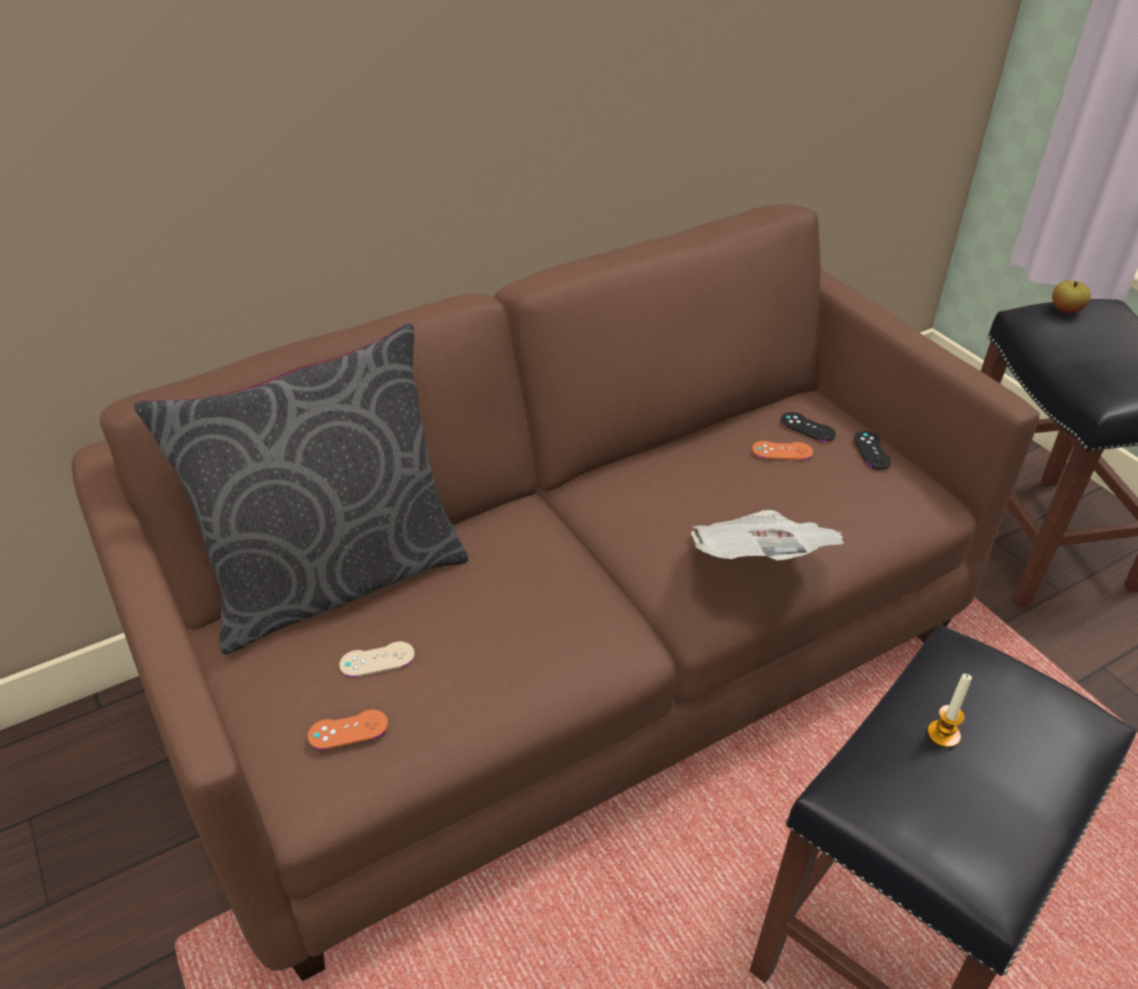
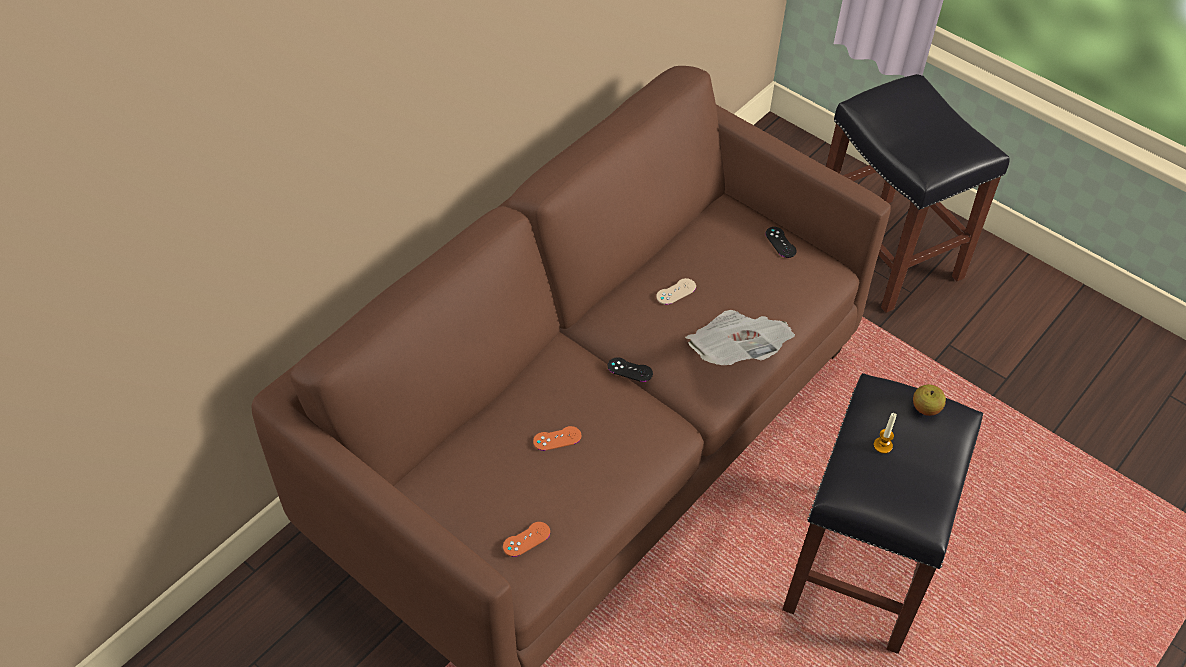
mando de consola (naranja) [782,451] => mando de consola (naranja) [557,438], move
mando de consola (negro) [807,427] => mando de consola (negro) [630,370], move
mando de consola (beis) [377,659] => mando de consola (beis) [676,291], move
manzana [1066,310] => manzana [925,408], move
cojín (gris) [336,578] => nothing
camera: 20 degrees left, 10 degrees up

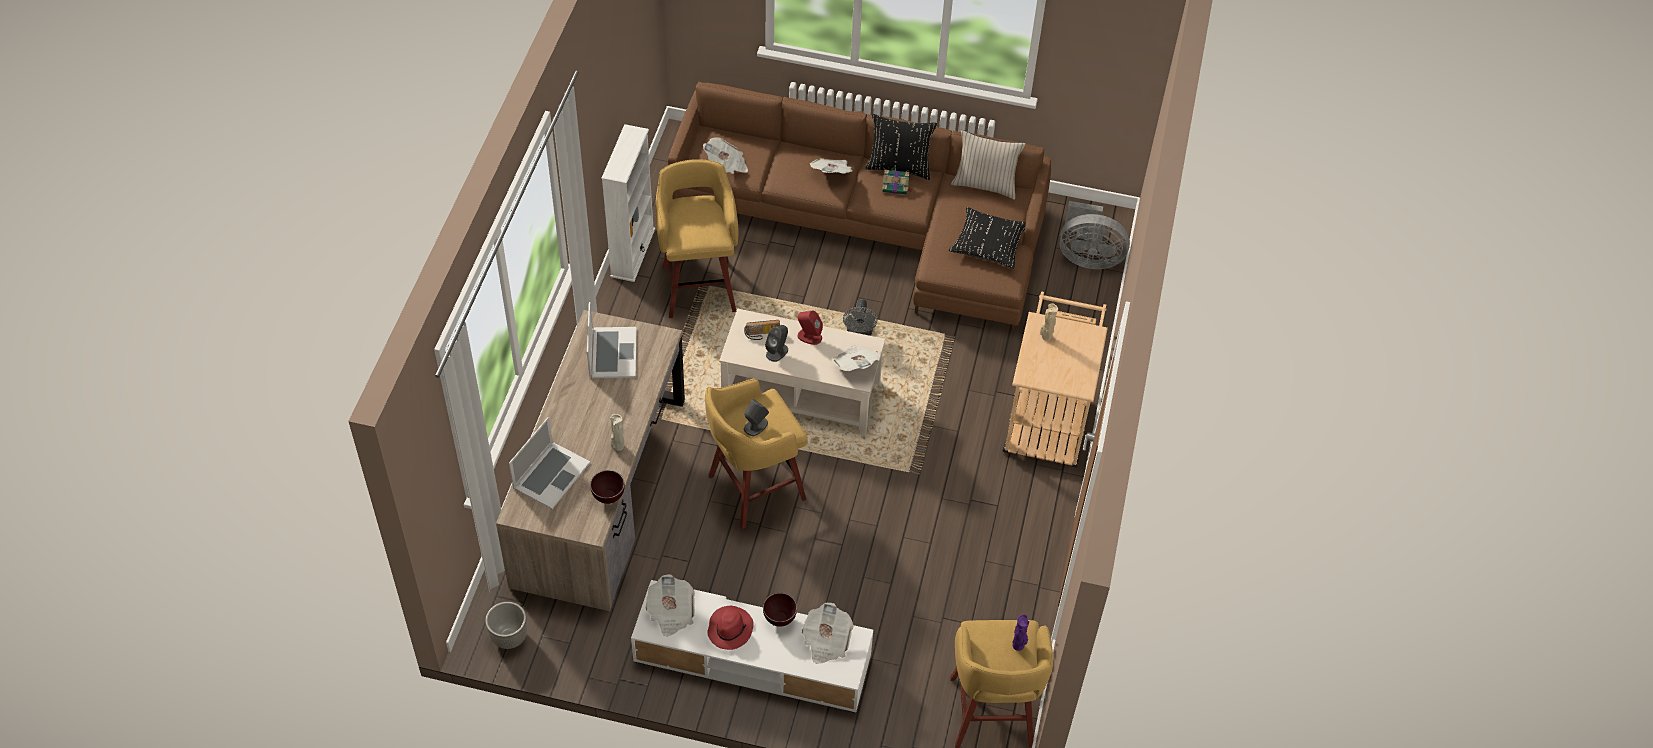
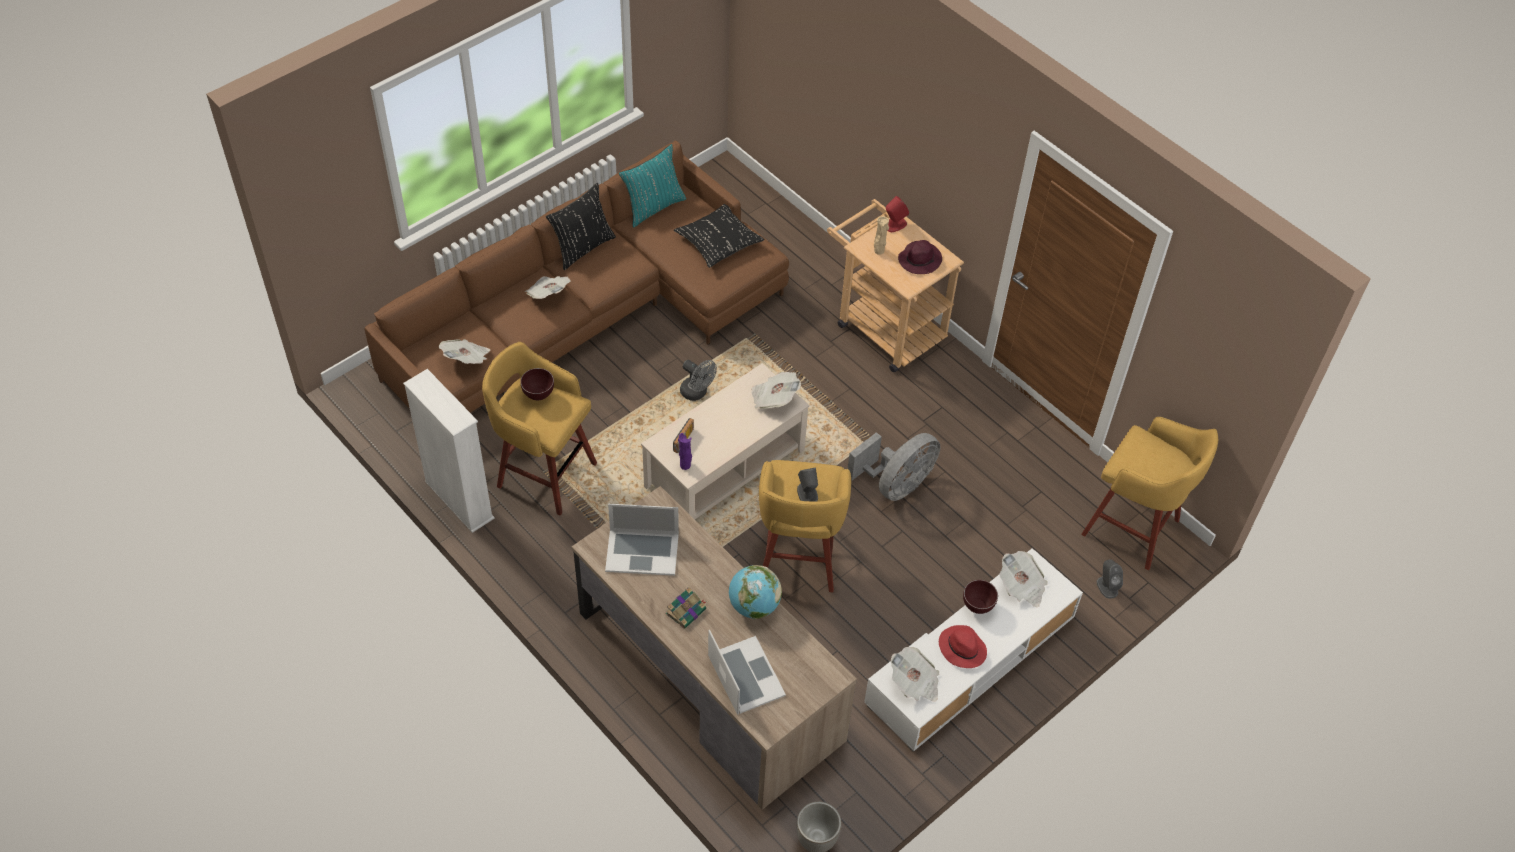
cuenco (marrón) [608,498] => cuenco (marrón) [539,396], move
portátil [612,353] => portátil [642,551], 150 degrees clockwise
cojín (beis) [985,184] => cojín (turquesa) [653,207]
libro [896,186] => libro [686,611], move
florero (morado) [1019,645] => florero (morado) [685,465], move
florero (beis) [618,447] => globo terráqueo [754,606]
ventilador (gris) [1087,257] => ventilador (gris) [896,484], move
altavoz (rojo) [809,336] => altavoz (rojo) [894,224], move
nothing => sombrero (morado) [920,259]
altavoz (gris) [777,352] => altavoz (gris) [1107,586], move
camera: 55 degrees left, 0 degrees up

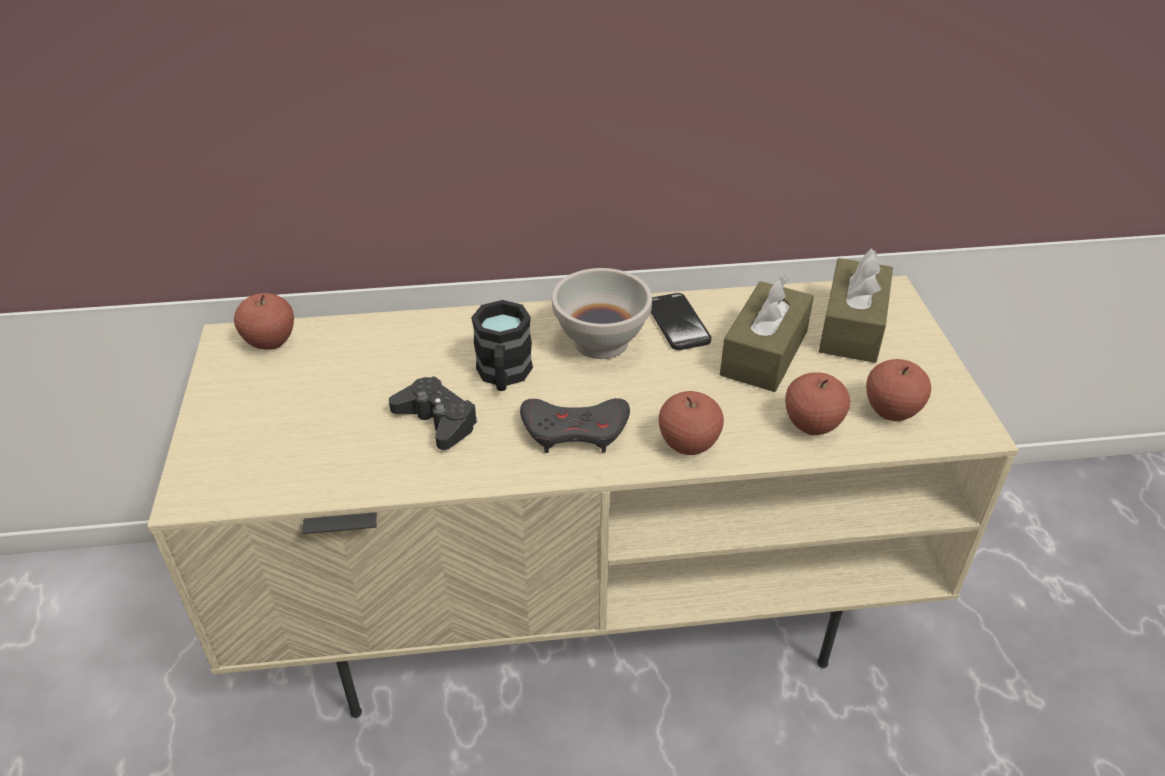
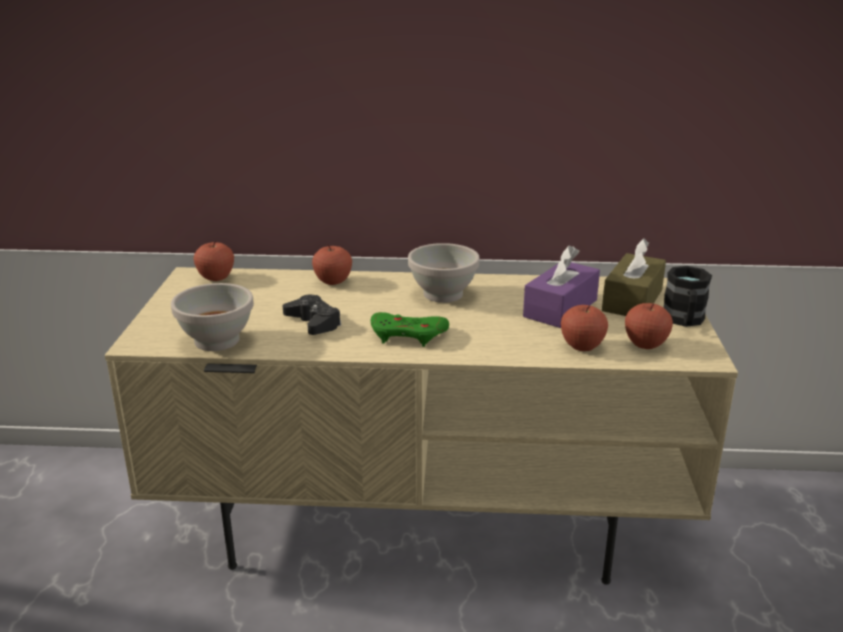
nothing => cuenco (blanco) [218,341]
manzana [688,444] => manzana [333,281], move
mando de consola (gris) [575,430] => mando de consola (verde) [408,335]
caja de pañuelos (marrón) [764,353] => caja de pañuelos (morado) [560,308]
taza grande (negro) [503,376] => taza grande (negro) [684,321], move
móvil [678,323] => nothing
camera: 10 degrees right, 15 degrees down

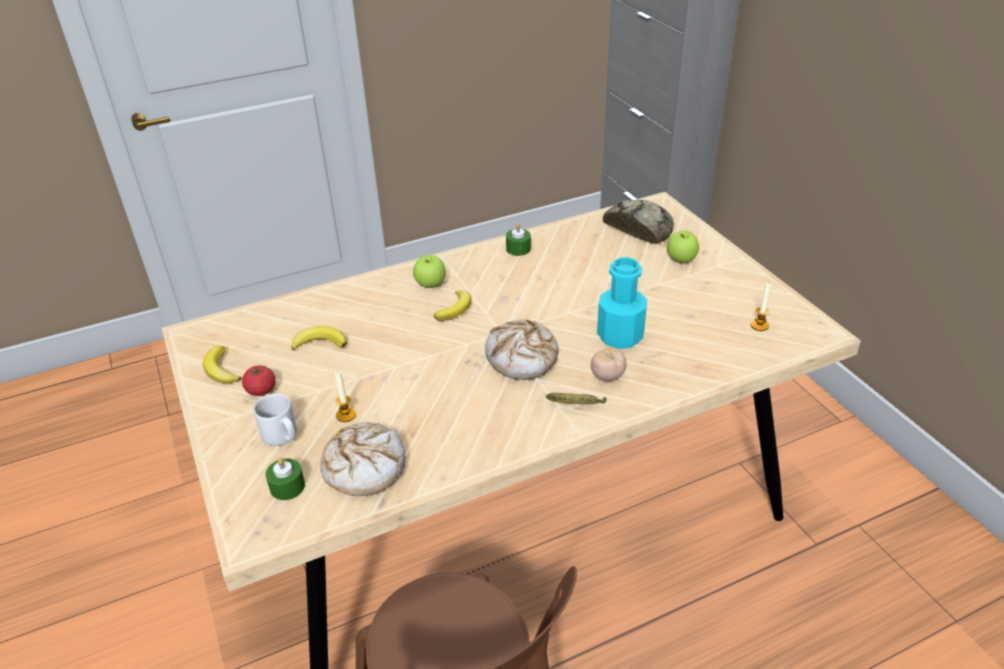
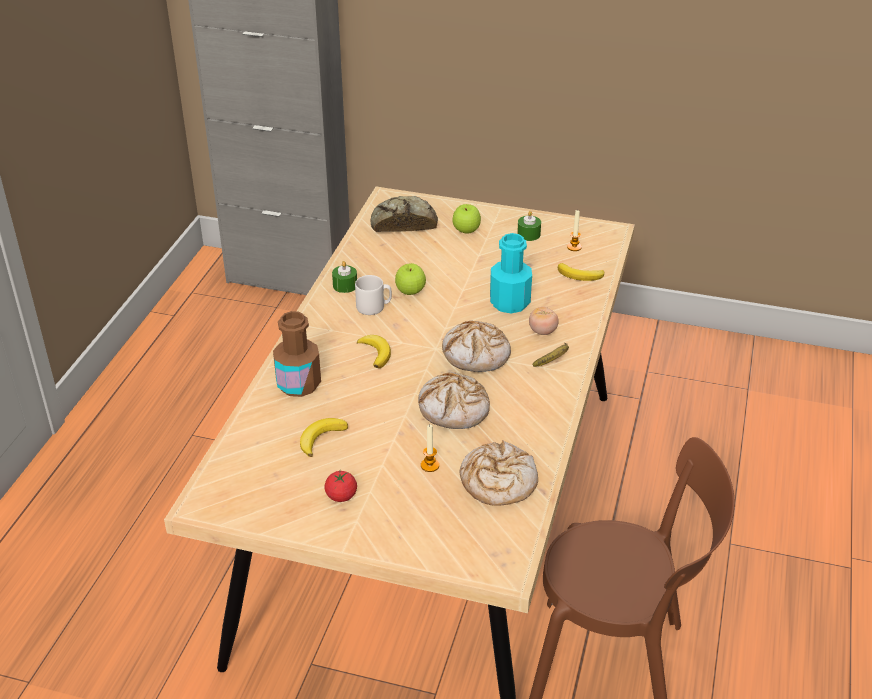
nothing => botella (marrón) [299,384]
taza grande (gris) [282,436] => taza grande (gris) [374,307], move
manzana [430,285] => manzana [410,292], move
nothing => pan [454,409]
vela (verde) [287,486] => vela (verde) [528,234], move
plátano [221,370] => plátano [580,276], move
camera: 50 degrees left, 0 degrees up

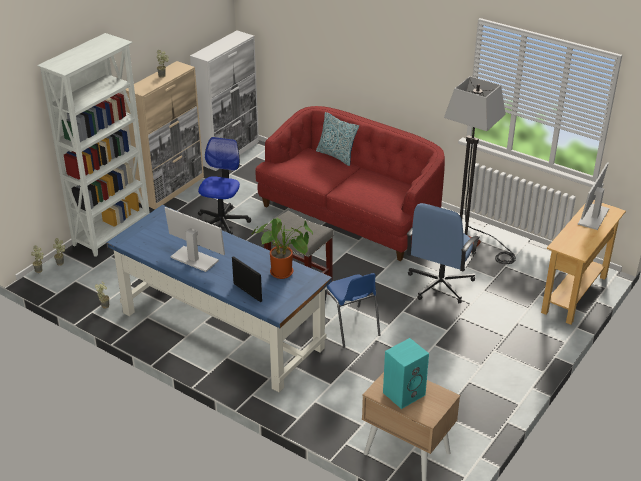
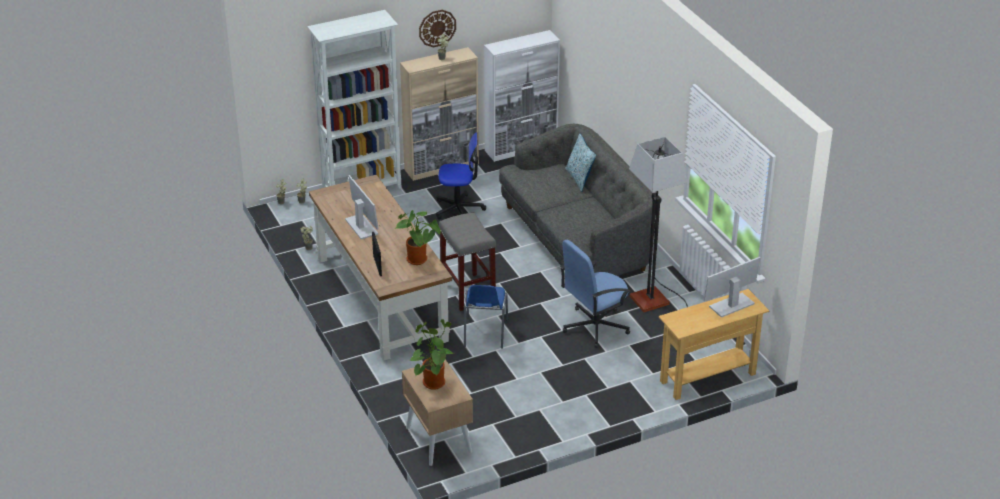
escritorio (azul) [220,330] => escritorio (marrón) [380,298]
altavoz (turquesa) [404,393] => planta en maceta [432,381]
nothing => reloj de pared [437,28]
silla de oficina [222,222] => silla de oficina [459,210], 45 degrees clockwise
sofá (rojo) [350,215] => sofá (gris) [576,240]
camera: 30 degrees right, 0 degrees up

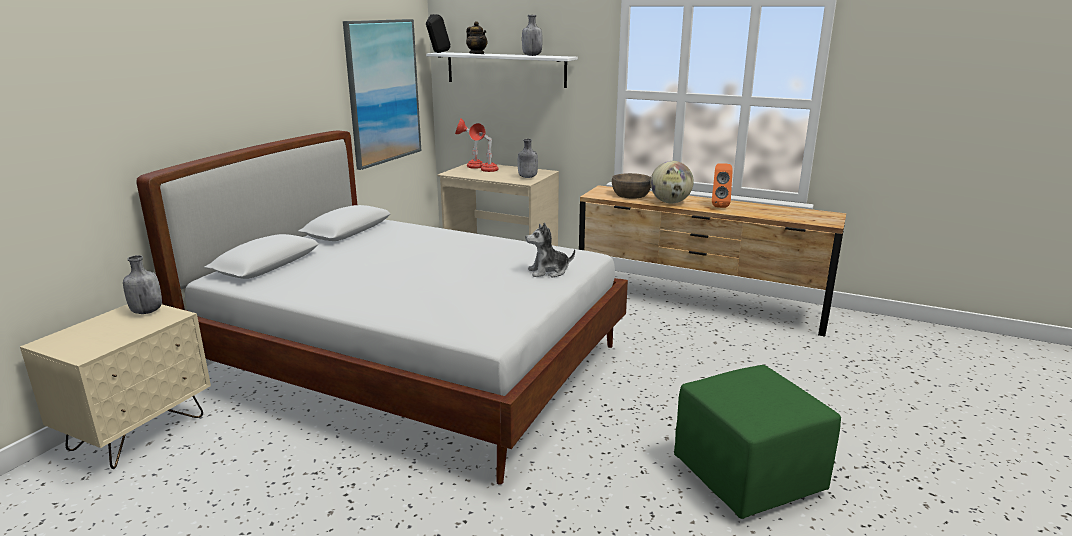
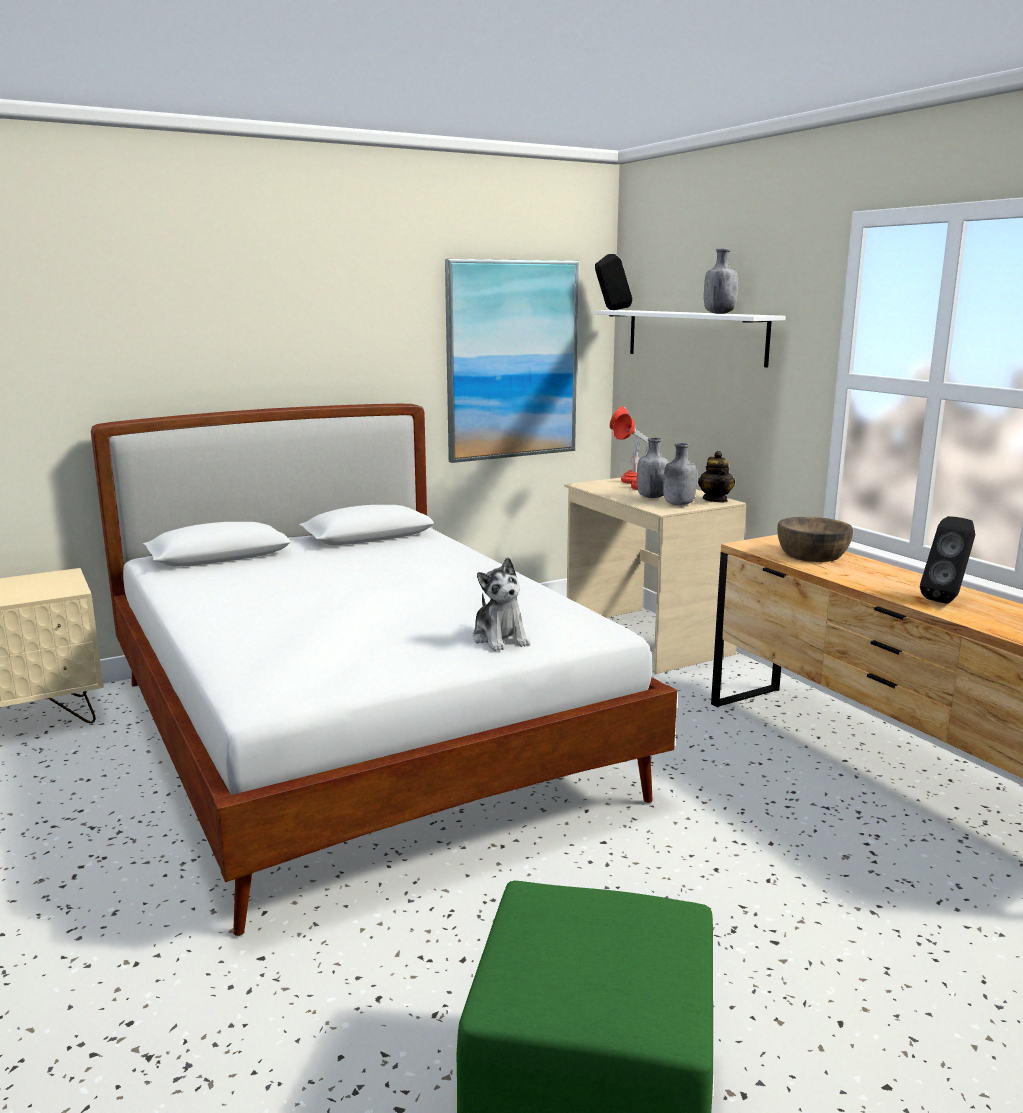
peluche [548,271] => peluche [500,639], 135 degrees counterclockwise
botella (gris) [146,311] => botella (gris) [651,497], move
tetera [477,54] => tetera [715,500], move
altavoz (naranja) [719,206] => altavoz (negro) [947,599]
globo terráqueo [670,202] => nothing
camera: 35 degrees right, 5 degrees down

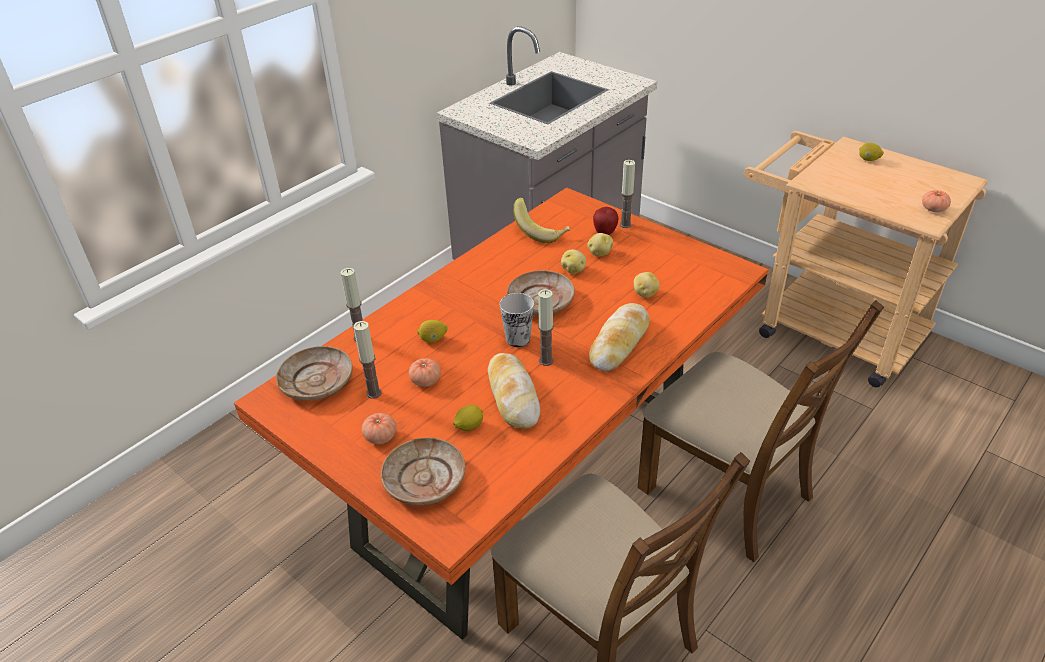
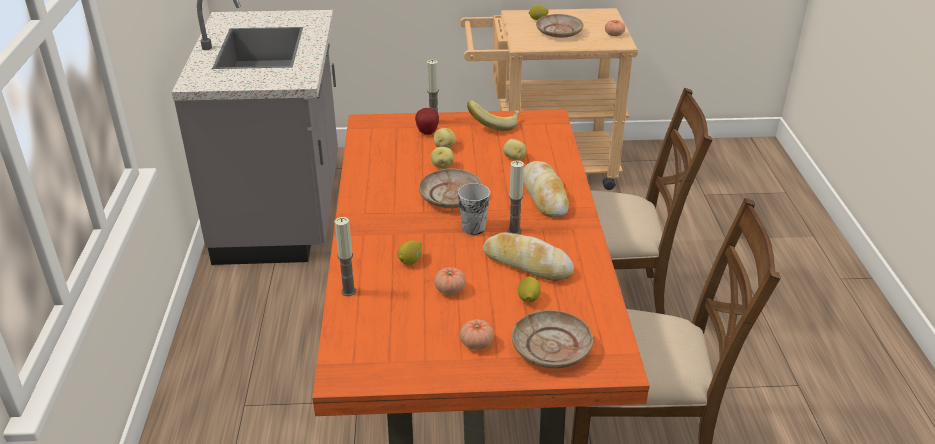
plátano [541,232] => plátano [494,125], move
plato (beis) [317,381] => plato (beis) [559,32], move
vela [373,393] => nothing
camera: 45 degrees left, 5 degrees down

